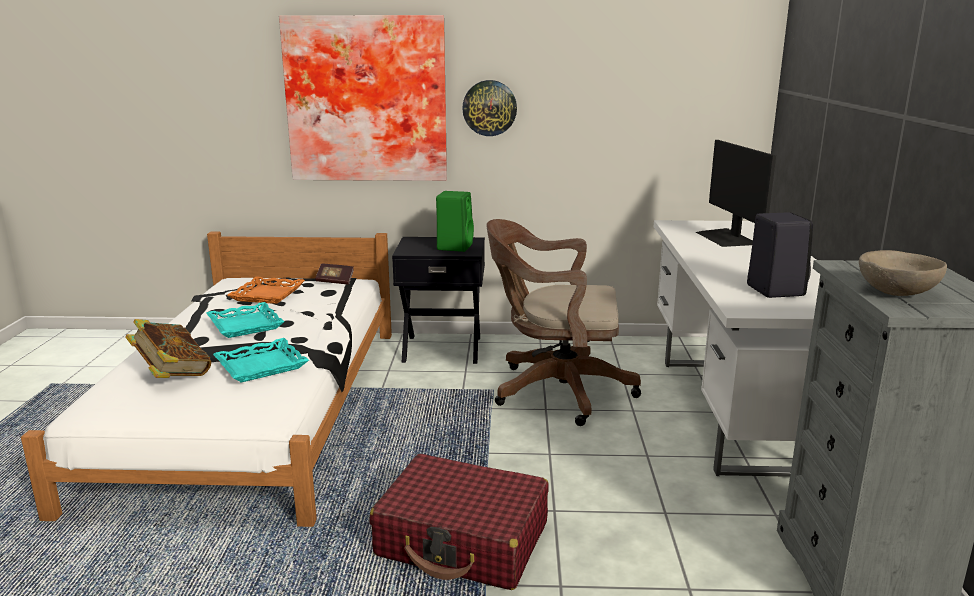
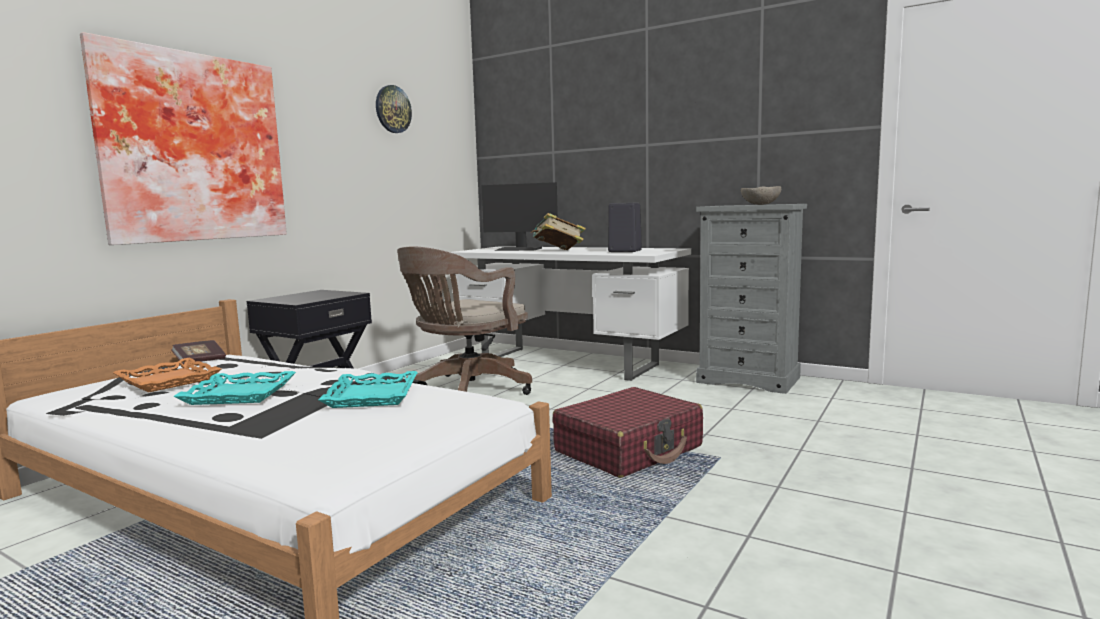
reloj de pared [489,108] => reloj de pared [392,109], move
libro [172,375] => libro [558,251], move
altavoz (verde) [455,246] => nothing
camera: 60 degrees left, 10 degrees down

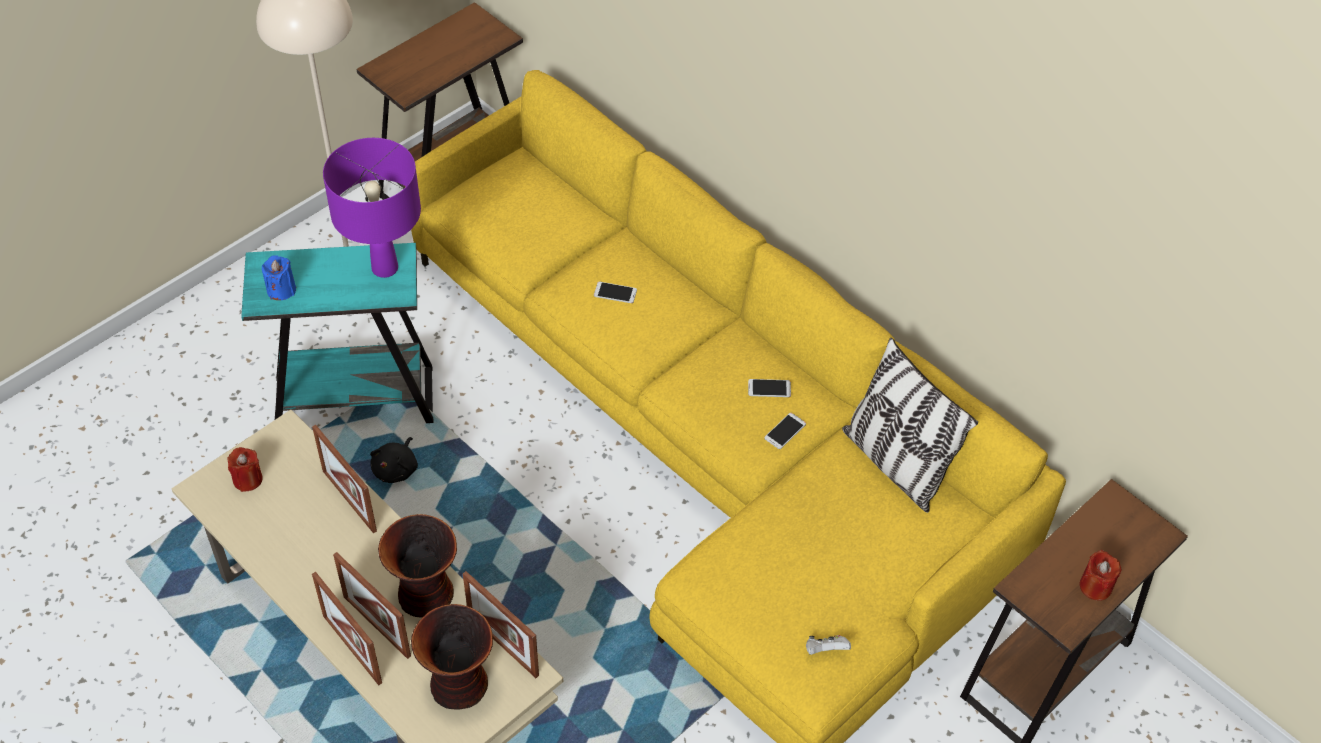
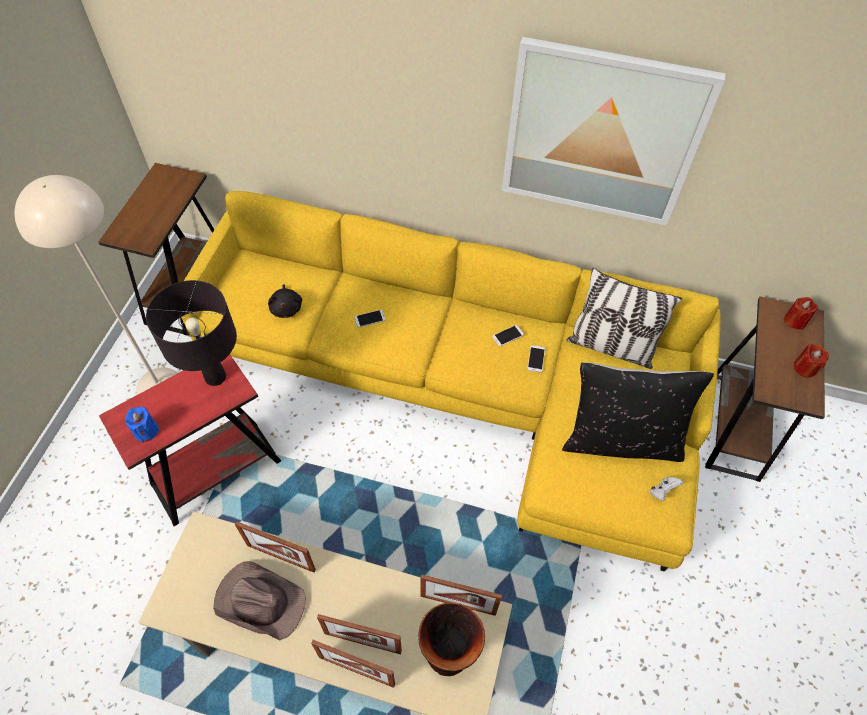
mesa auxiliar (turquesa) [354,400] => mesa auxiliar (rojo) [216,472]
lámpara de mesa (morado) [385,268] => lámpara de mesa (negro) [215,377]
nothing => sombrero (marrón) [259,600]
peluche (negro) [396,469] => peluche (negro) [286,308], move
nothing => cuadro [601,135]
nothing => cojín (negro) [621,439]
vela (rojo) [247,479] => vela (rojo) [795,321], move
florero [426,596] => nothing
camera: 30 degrees left, 5 degrees up

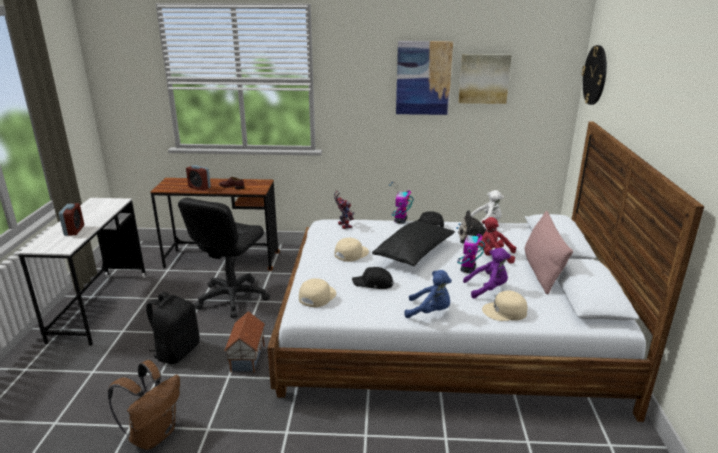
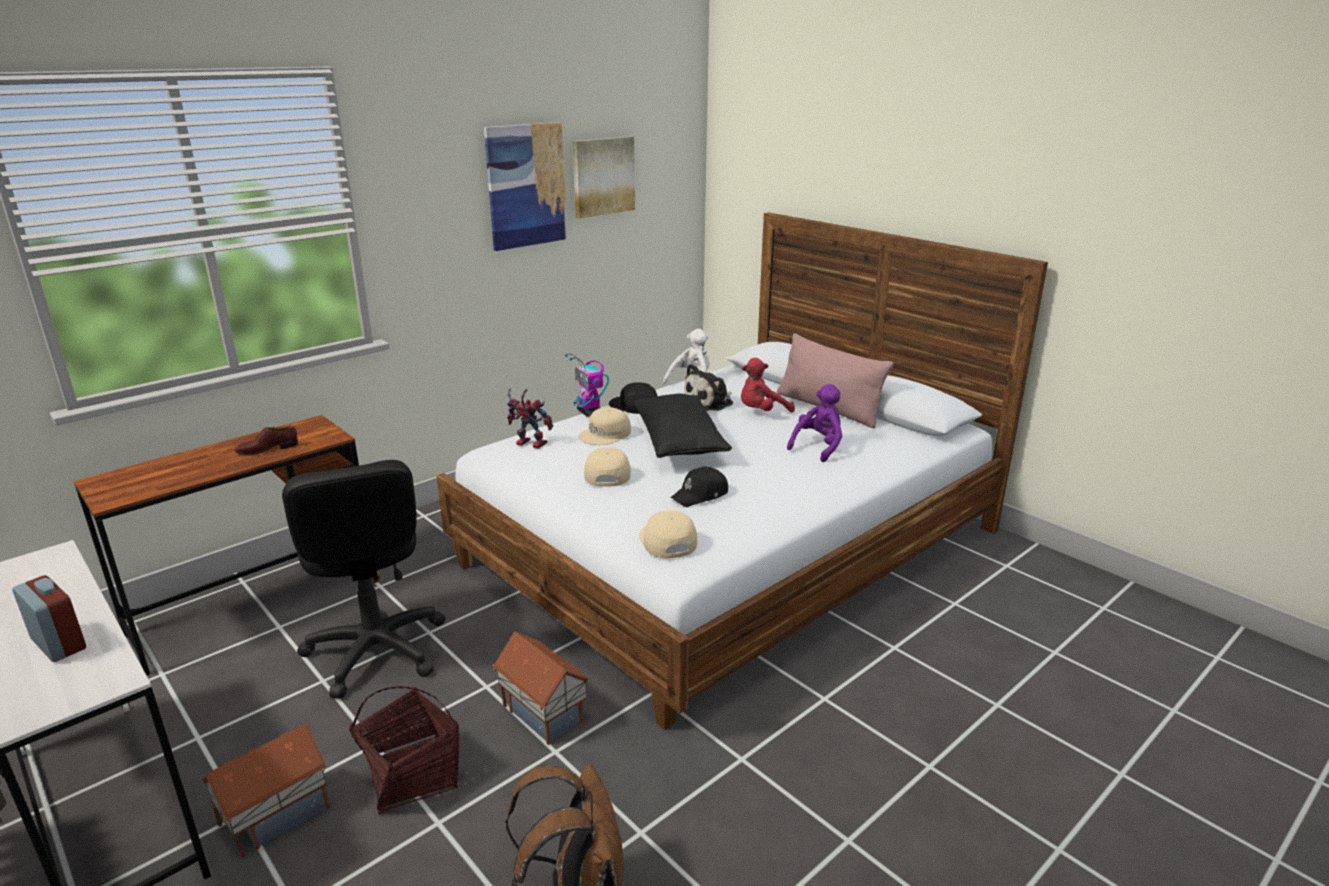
nothing => casita [274,815]
mochila (negro) [177,351] => cesta [411,775]
gorra (beis) [505,311] => gorra (beis) [605,434], move
despertador [199,187] => nothing
peluche (azul) [430,312] => nothing
robot de juguete [468,269] => nothing
reloj de pared [595,75] => nothing
camera: 45 degrees left, 0 degrees up

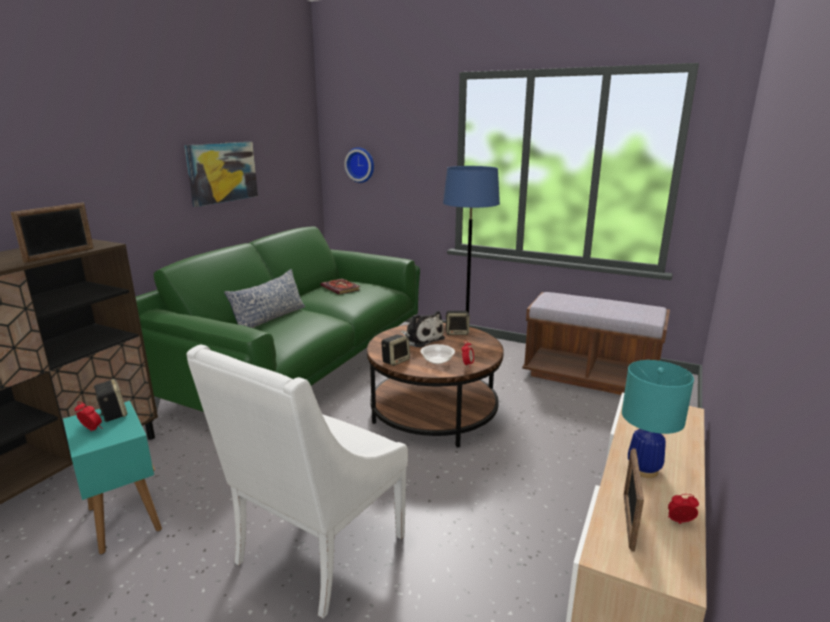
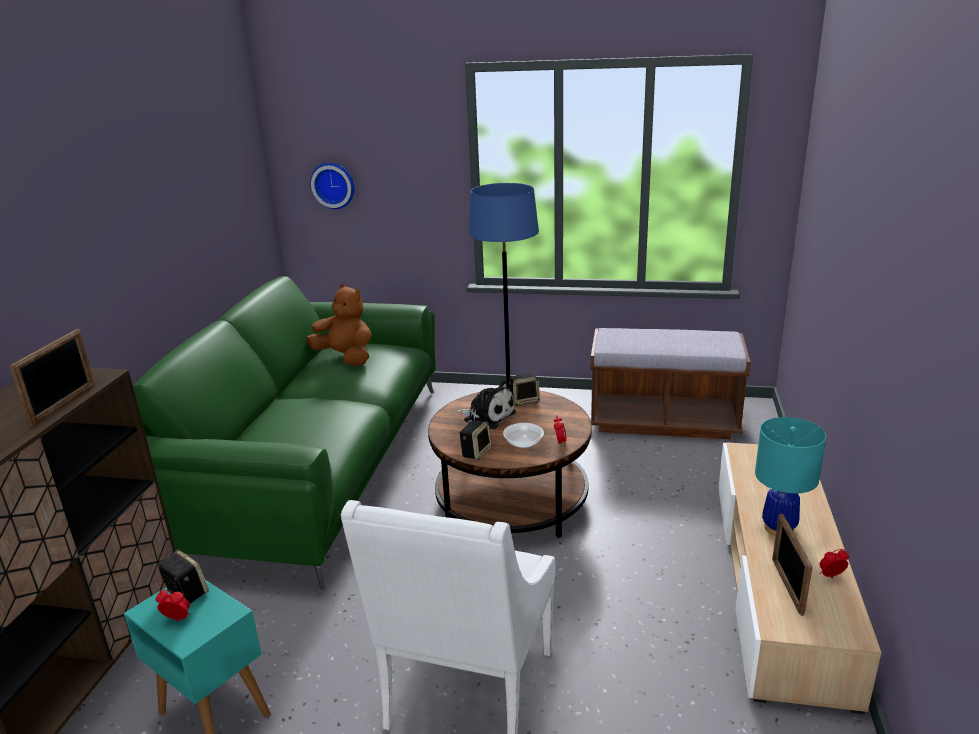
libro [341,288] => peluche (marrón) [346,358]
cuadro [222,172] => nothing
cojín [269,319] => nothing
camera: 15 degrees left, 5 degrees up

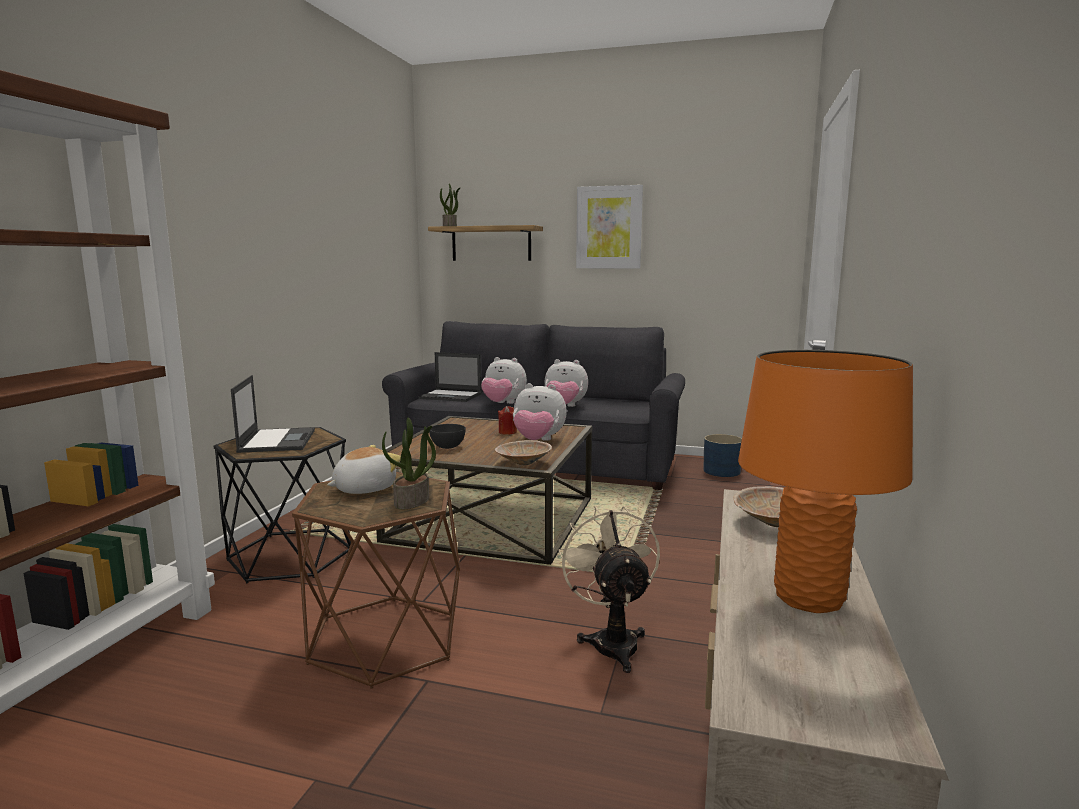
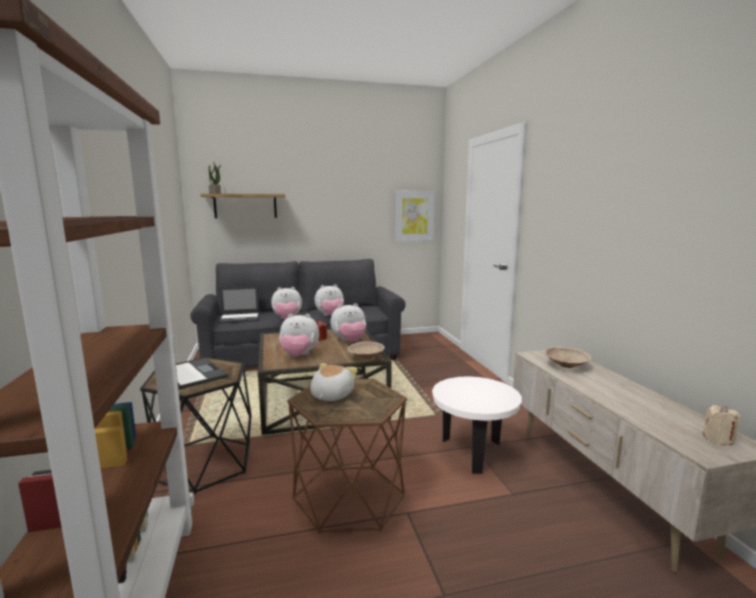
cuenco (gris) [448,447] => peluche [299,355]
cuadro [609,227] => cuadro [414,216], move
ventilador (beis) [612,641] => mesa auxiliar (blanco) [473,453]
nothing => vela (beis) [718,439]
planta en maceta [412,501] => nothing
maceta (azul) [722,471] => nothing
lámpara de mesa (naranja) [808,598] => nothing
camera: 30 degrees left, 0 degrees up

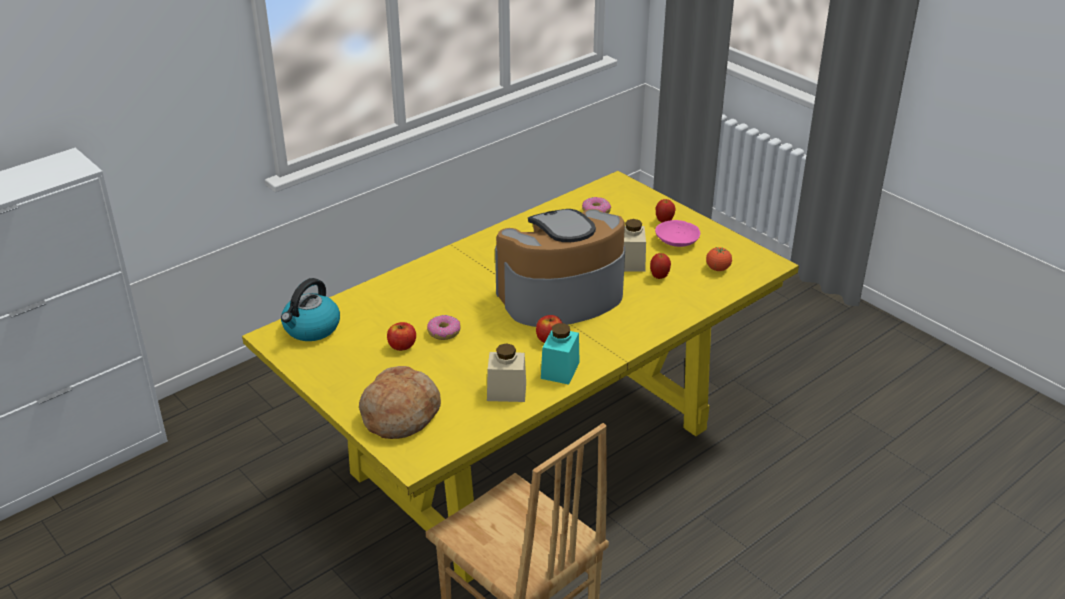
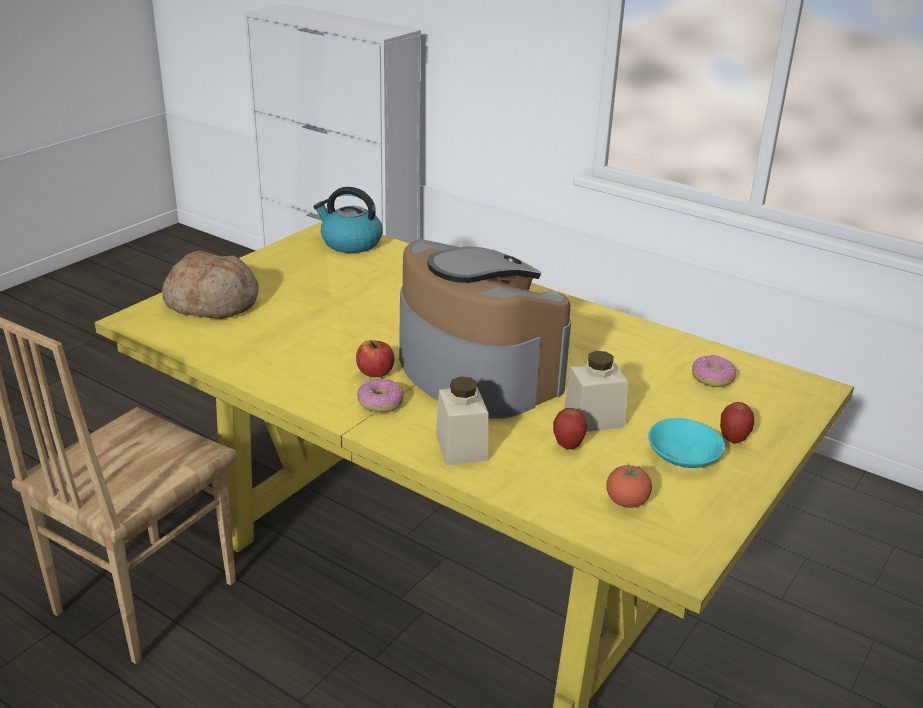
rosquilla [444,332] => rosquilla [380,403], move
tarro (beis) [506,391] => tarro (beis) [461,447], move
cuenco (rosa) [677,241] => cuenco (turquesa) [684,456]
manzana [402,346] => nothing
tarro (turquesa) [560,370] => nothing
camera: 75 degrees right, 5 degrees down

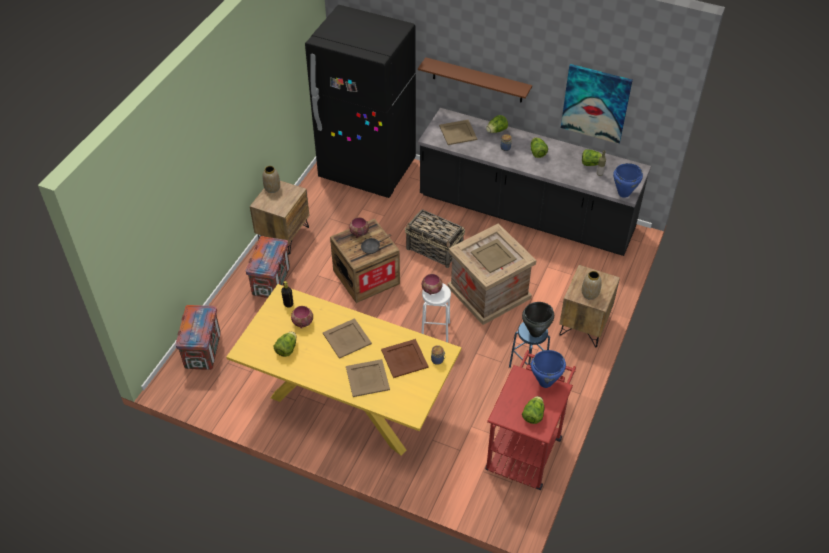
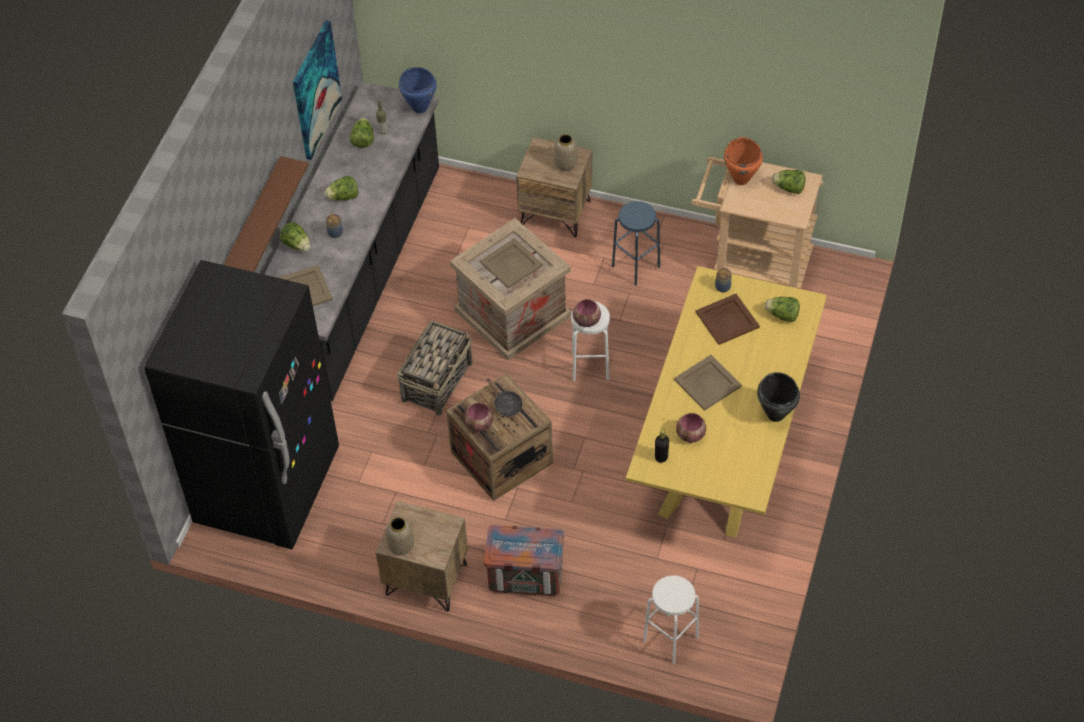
caja de embalaje [203,350] => taburete (blanco) [670,638]
carrito (rojo) [526,447] => carrito (beis) [752,262]
olla (azul) [545,382] => olla (naranja) [741,179]
olla (negro) [536,332] => olla (negro) [776,414], move
lechuga [287,349] => lechuga [782,315], move
bandeja (beis) [368,378] => nothing
camera: 95 degrees left, 5 degrees up

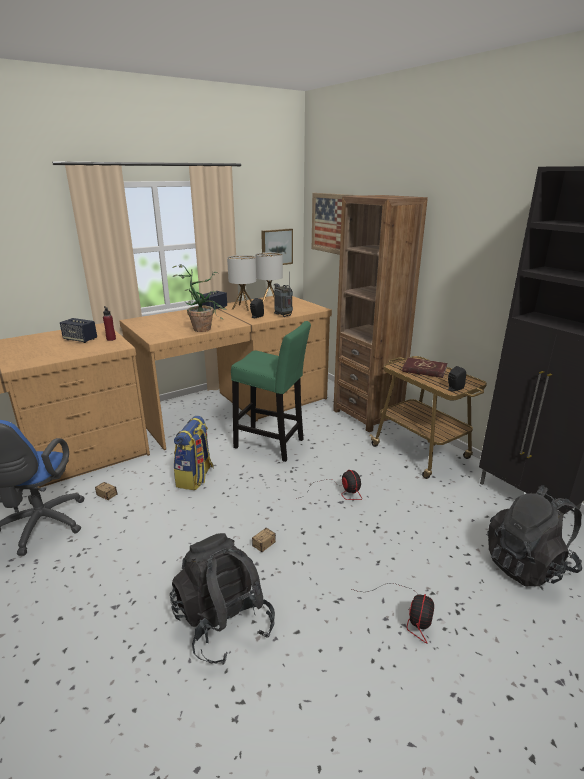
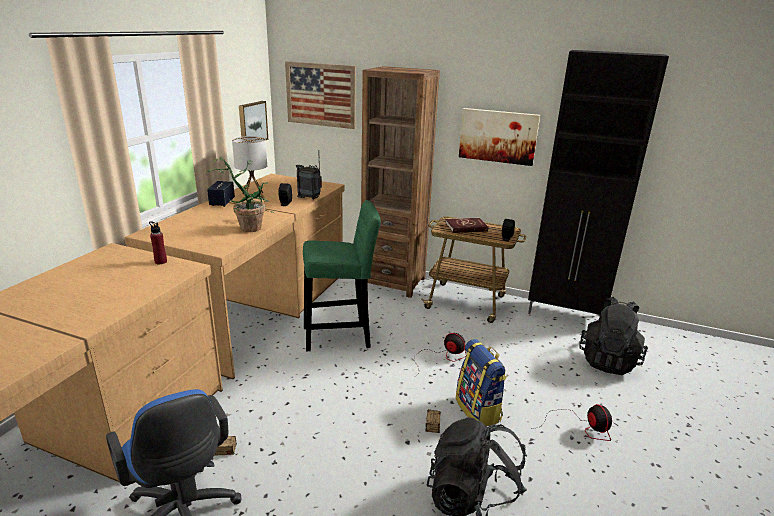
mochila [195,478] => mochila [478,410], move
nothing => cuadro [498,136]
altavoz [80,339] => nothing
lámpara de mesa [270,303] => nothing
camera: 35 degrees left, 0 degrees up

